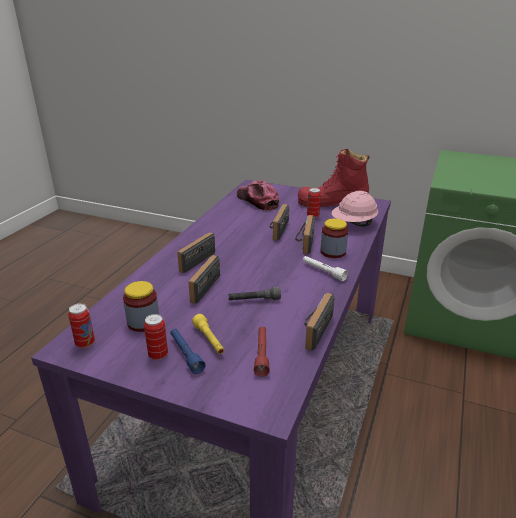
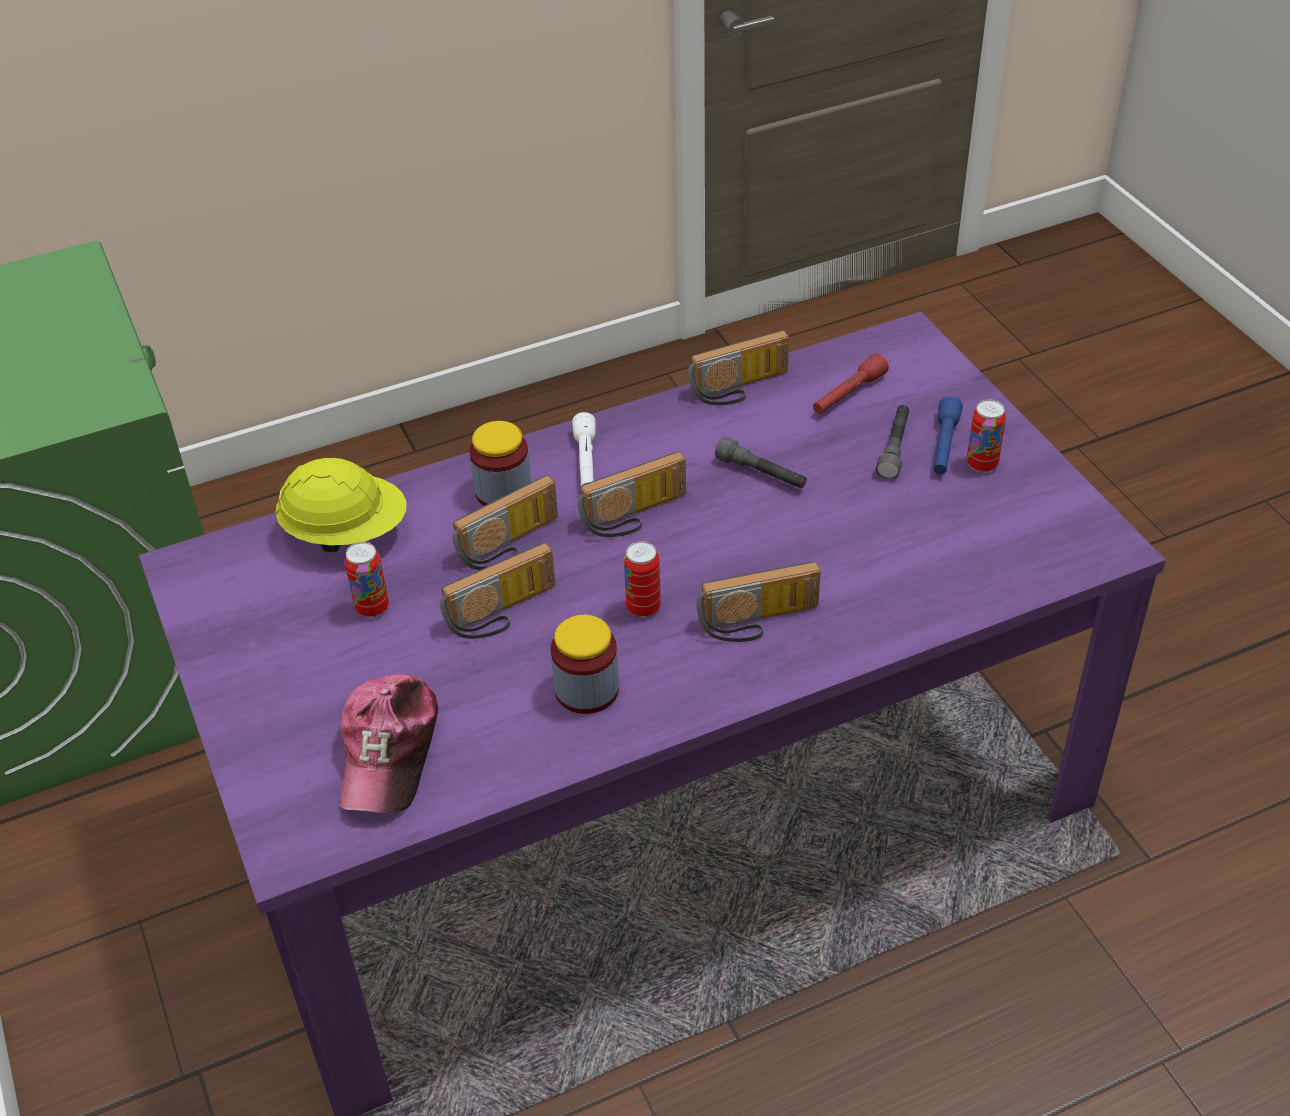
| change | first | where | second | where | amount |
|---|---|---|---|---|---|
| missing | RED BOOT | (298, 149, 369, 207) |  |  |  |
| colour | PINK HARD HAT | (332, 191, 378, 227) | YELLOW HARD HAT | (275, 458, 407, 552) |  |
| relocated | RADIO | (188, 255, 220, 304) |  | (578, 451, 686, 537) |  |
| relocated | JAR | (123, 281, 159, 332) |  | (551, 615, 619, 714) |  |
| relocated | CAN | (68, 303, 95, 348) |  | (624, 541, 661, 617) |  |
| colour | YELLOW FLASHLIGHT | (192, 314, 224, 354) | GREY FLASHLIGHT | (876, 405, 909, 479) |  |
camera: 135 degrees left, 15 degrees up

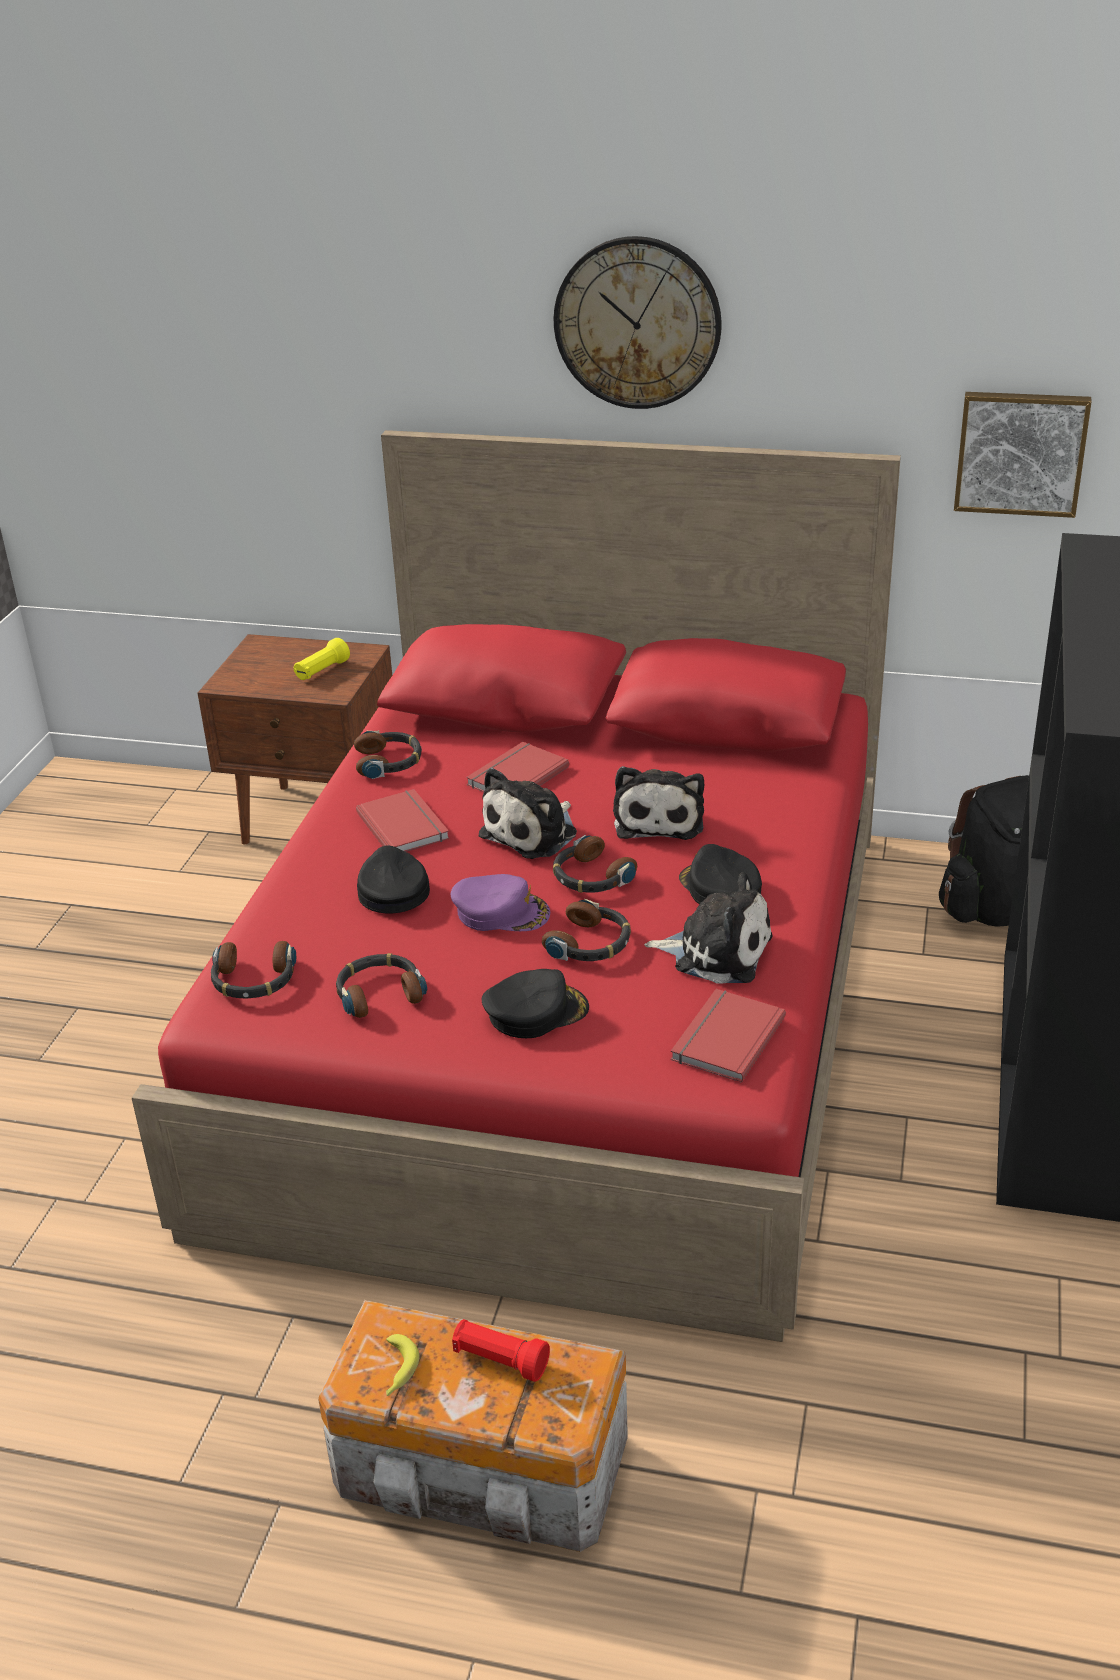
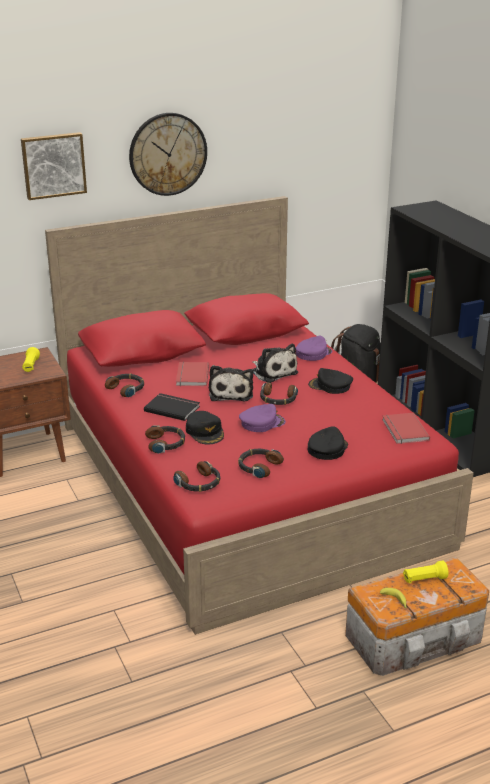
| change | first | where | second | where | amount |
|---|---|---|---|---|---|
| relocated | PICTURE | (954, 392, 1092, 518) |  | (21, 132, 87, 200) |  |
| colour | RED BOOK | (356, 789, 449, 852) | BLACK BOOK | (144, 393, 200, 421) |  |
| spun | BLACK CAP | (357, 845, 430, 913) |  | (186, 411, 224, 445) | 150 degrees counterclockwise |
| missing | PLUSH TOY | (644, 872, 773, 984) |  |  |  |
| relocated | HEADPHONES | (542, 899, 631, 961) |  | (145, 425, 185, 454) |  |
| colour | RED FLASHLIGHT | (452, 1319, 550, 1382) | YELLOW FLASHLIGHT | (403, 561, 448, 583) |  |
| appeared |  |  | PURPLE CAP | (296, 336, 333, 361) |  |
camera: 40 degrees left, 5 degrees down

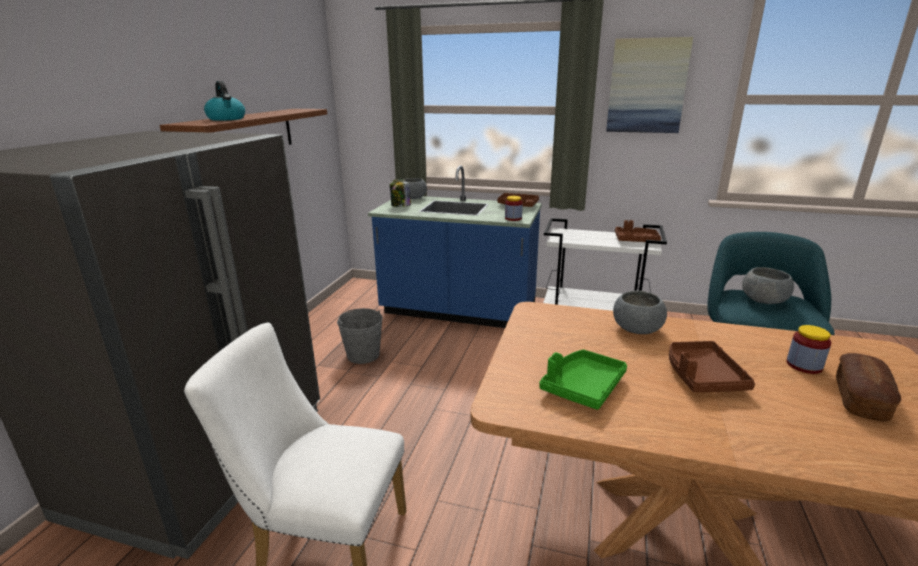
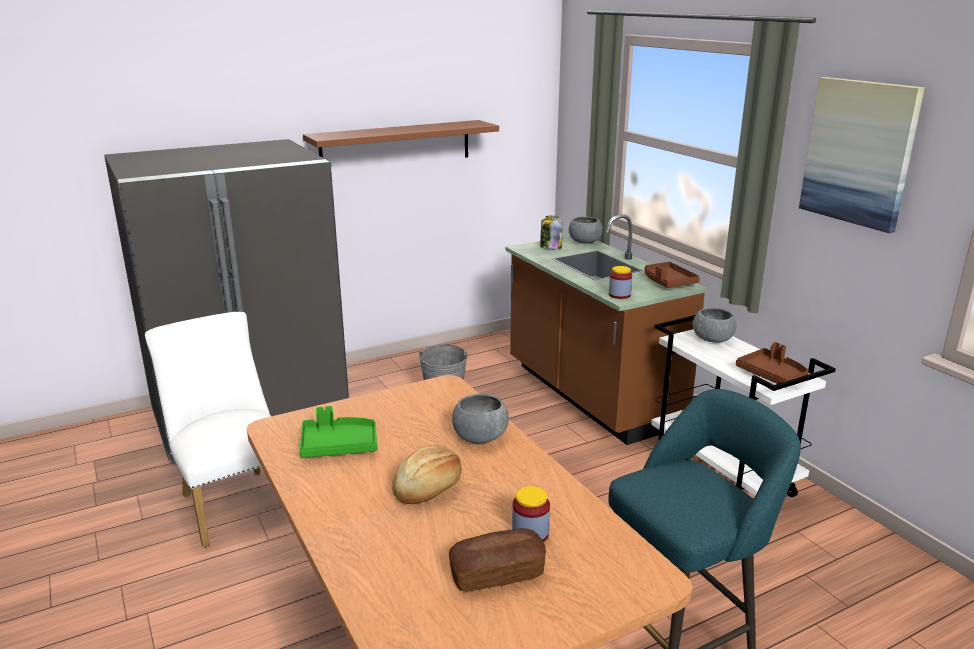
| change | first | where | second | where | amount |
|---|---|---|---|---|---|
| missing | KETTLE | (204, 81, 245, 121) |  |  |  |
| colour | BLUE COUNTER | (368, 165, 542, 328) | BROWN COUNTER | (506, 214, 707, 445) |  |
| relocated | GREY BOWL | (742, 267, 794, 304) |  | (693, 307, 737, 343) |  |
| exchanged | BROWN TRAY | (669, 341, 755, 392) | BREAD | (392, 445, 462, 504) |  |
camera: 45 degrees right, 0 degrees up

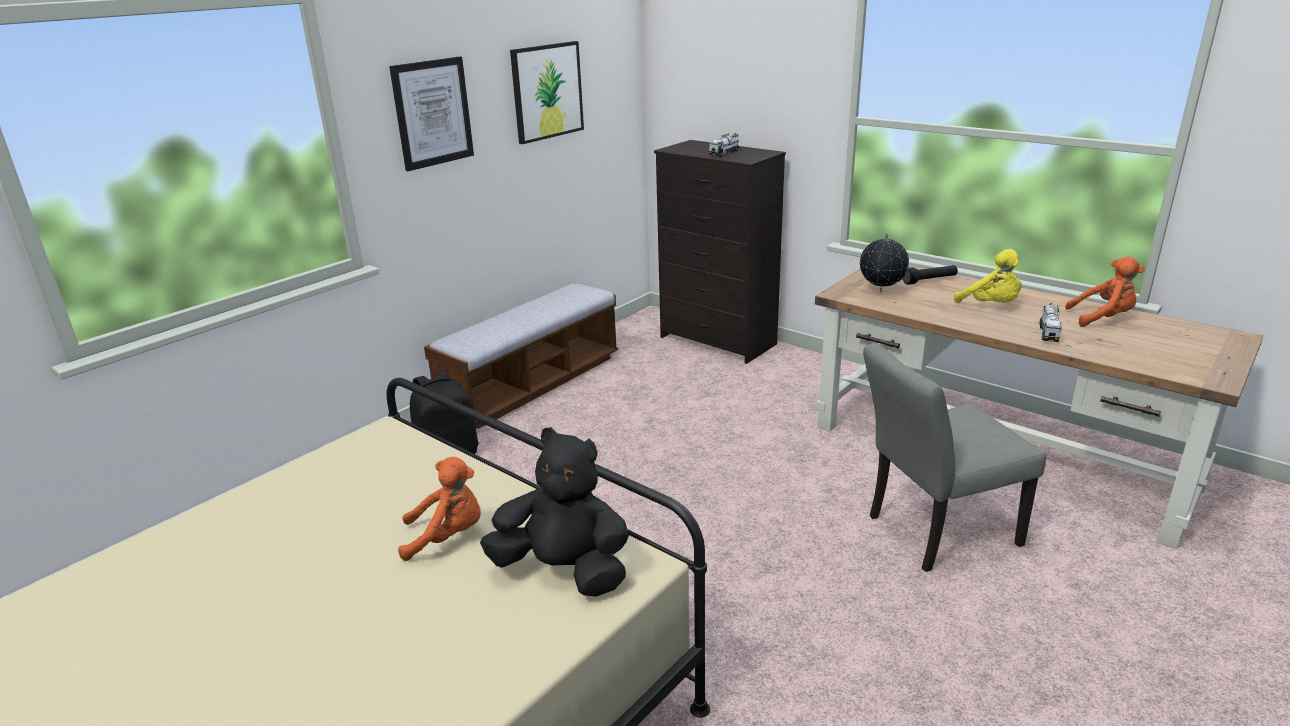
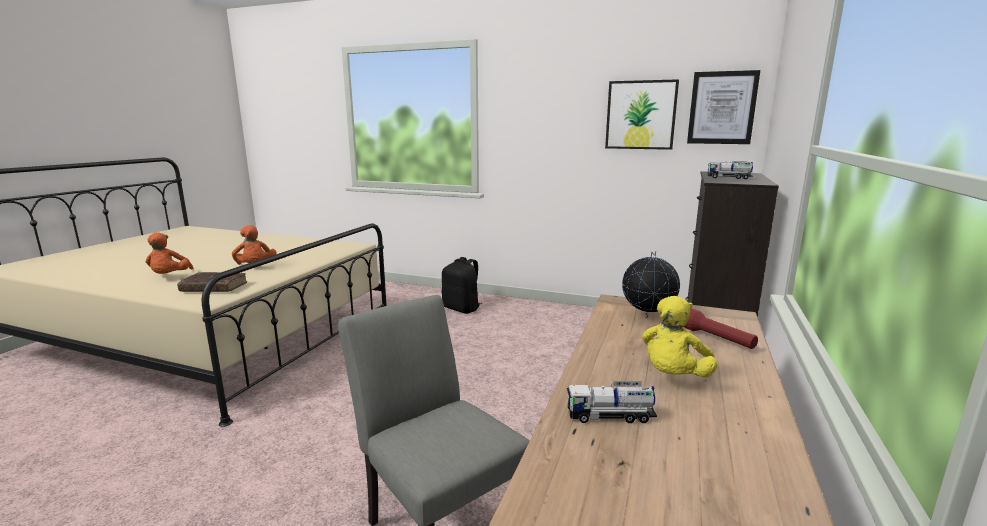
| change | first | where | second | where | amount |
|---|---|---|---|---|---|
| relocated | PICTURE | (389, 56, 474, 171) |  | (687, 70, 760, 144) |  |
| relocated | ORANGE PLUSH TOY | (1065, 257, 1144, 327) |  | (146, 232, 194, 274) |  |
| colour | BLACK FLASHLIGHT | (903, 265, 958, 285) | RED FLASHLIGHT | (684, 309, 758, 349) |  |
| missing | BENCH | (424, 283, 618, 429) |  |  |  |
| exchanged | BLACK PLUSH TOY | (480, 427, 629, 597) | BROWN BOOK | (177, 272, 247, 292) |  |
camera: 70 degrees right, 10 degrees down

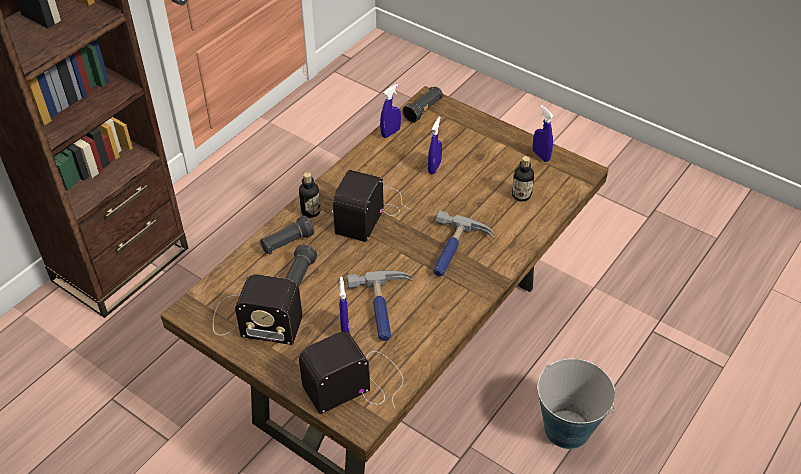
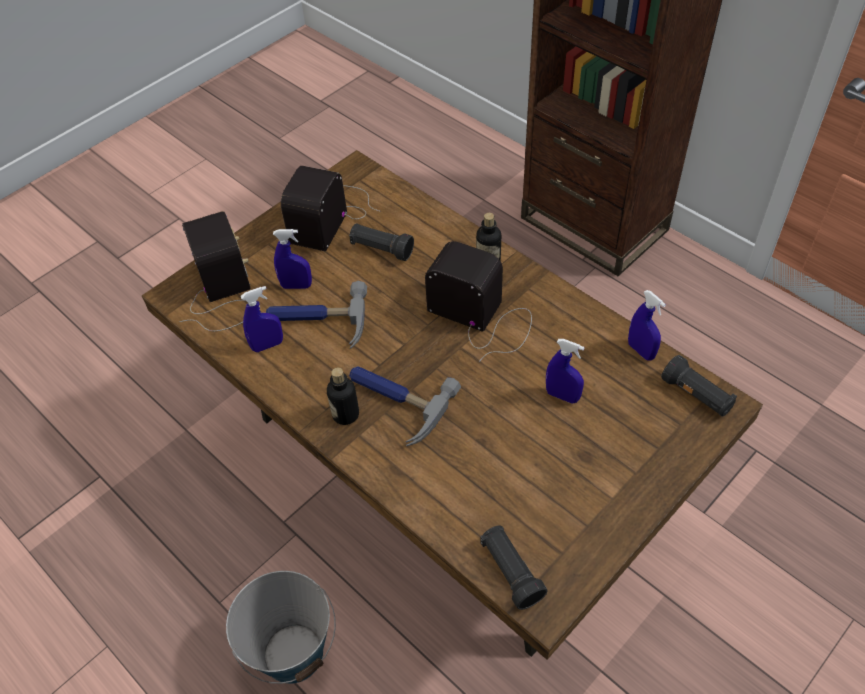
| change | first | where | second | where | amount |
|---|---|---|---|---|---|
| relocated | BLUE SPRAY BOTTLE | (533, 105, 553, 162) |  | (241, 286, 283, 352) |  |
| relocated | BOTTLE | (512, 156, 534, 202) |  | (327, 368, 359, 425) |  |
| relocated | BLACK FLASHLIGHT | (260, 215, 314, 255) |  | (481, 526, 547, 610) |  |
camera: 100 degrees right, 5 degrees up

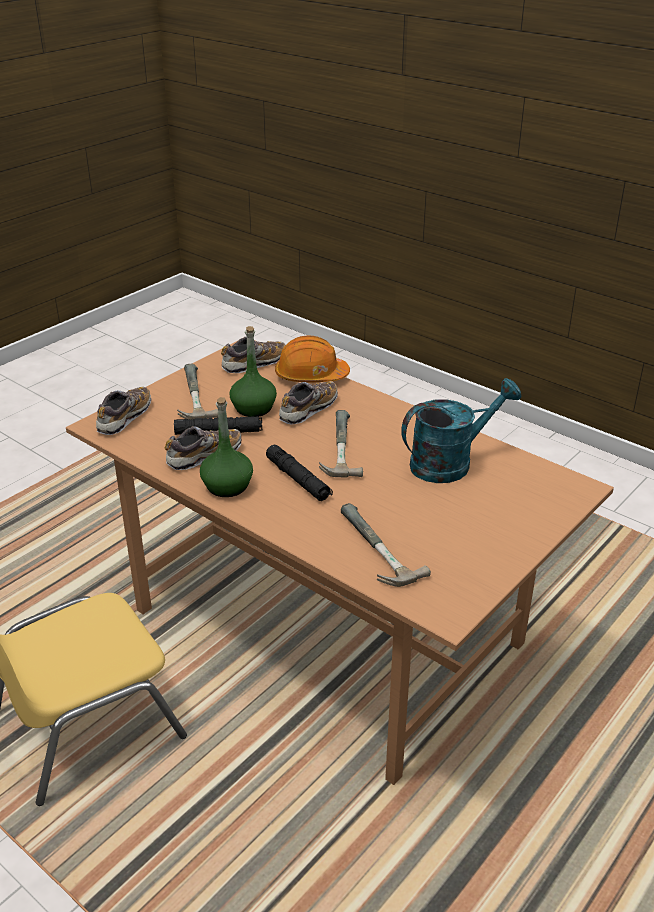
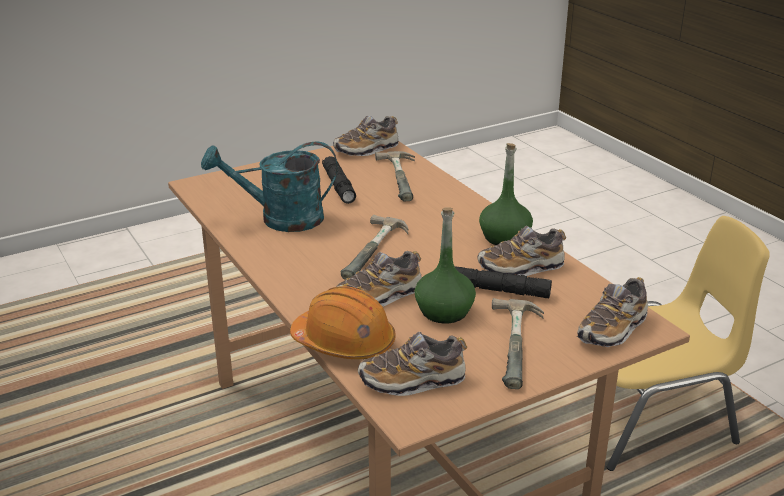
| change | first | where | second | where | amount |
|---|---|---|---|---|---|
| relocated | BLACK FLASHLIGHT | (266, 444, 333, 501) |  | (322, 156, 356, 204) |  |
| appeared |  |  | SHOE | (333, 116, 399, 156) |  |
camera: 160 degrees left, 5 degrees down

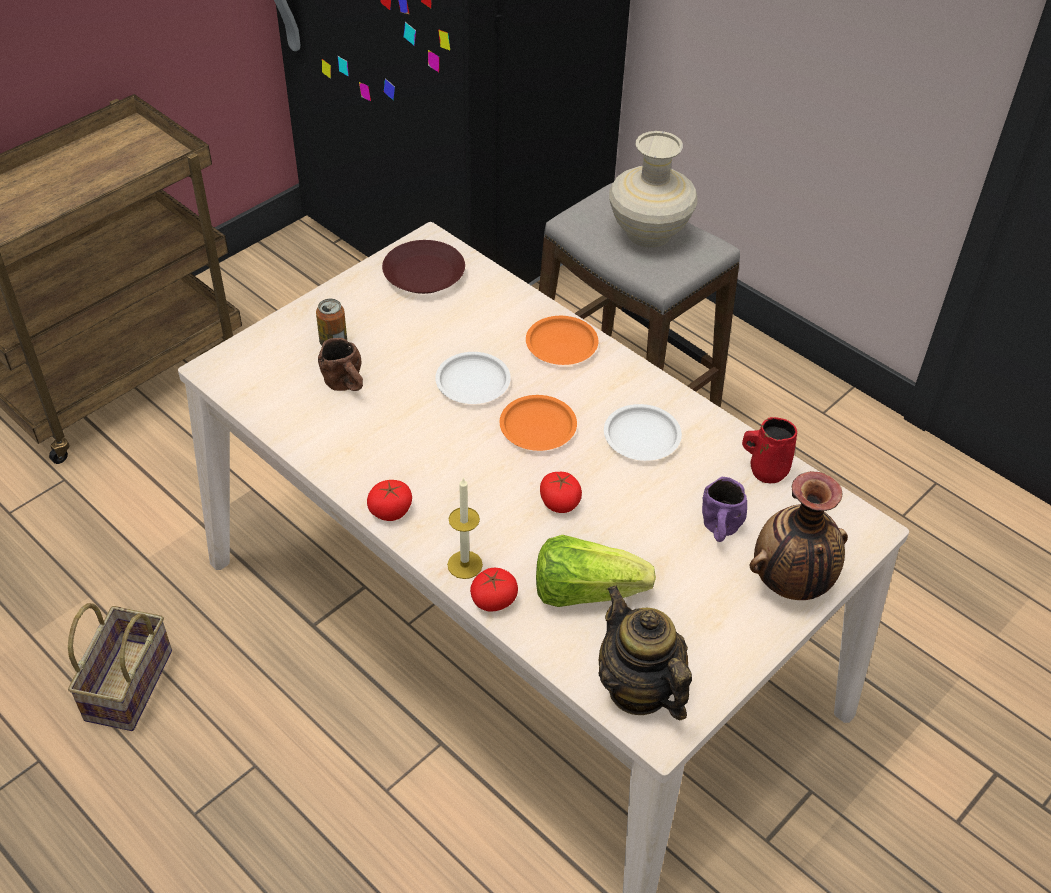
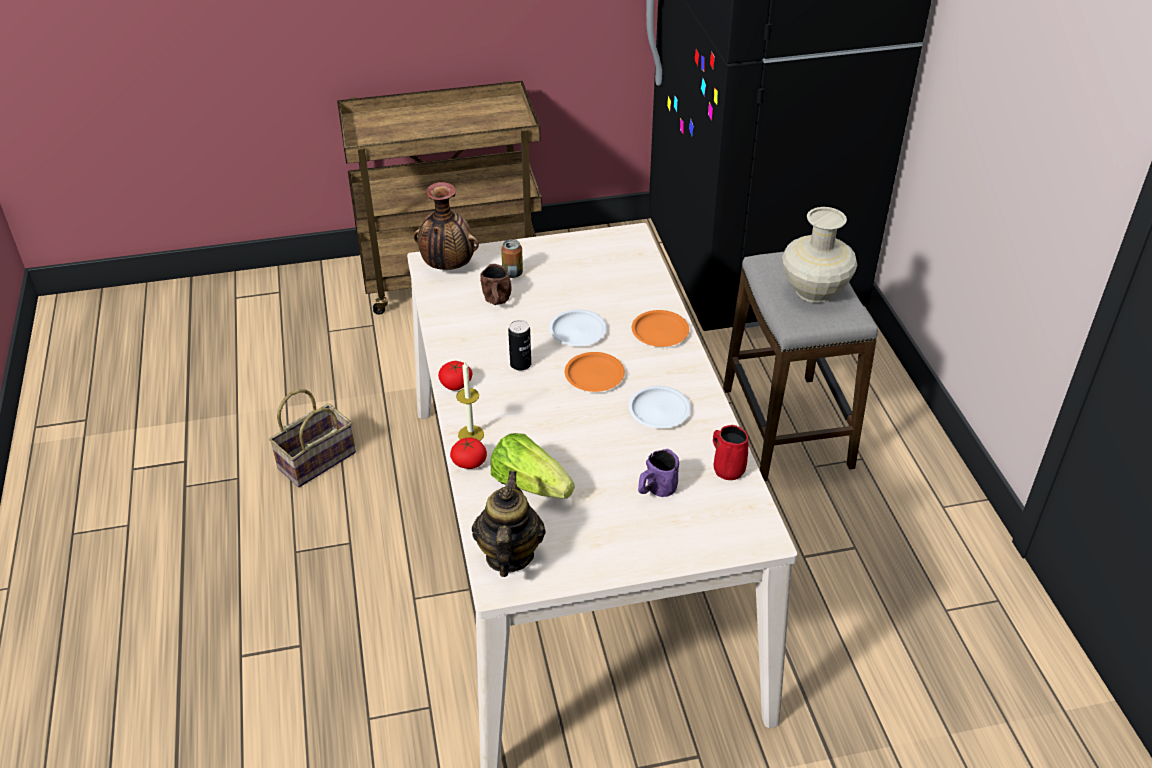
| change | first | where | second | where | amount |
|---|---|---|---|---|---|
| missing | BROWN PLATE | (382, 240, 465, 294) |  |  |  |
| relocated | VASE | (750, 471, 848, 600) |  | (414, 182, 479, 270) |  |
| missing | TOMATO | (540, 472, 582, 513) |  |  |  |
| appeared |  |  | CAN | (508, 320, 531, 371) |  |
camera: 35 degrees right, 5 degrees down

